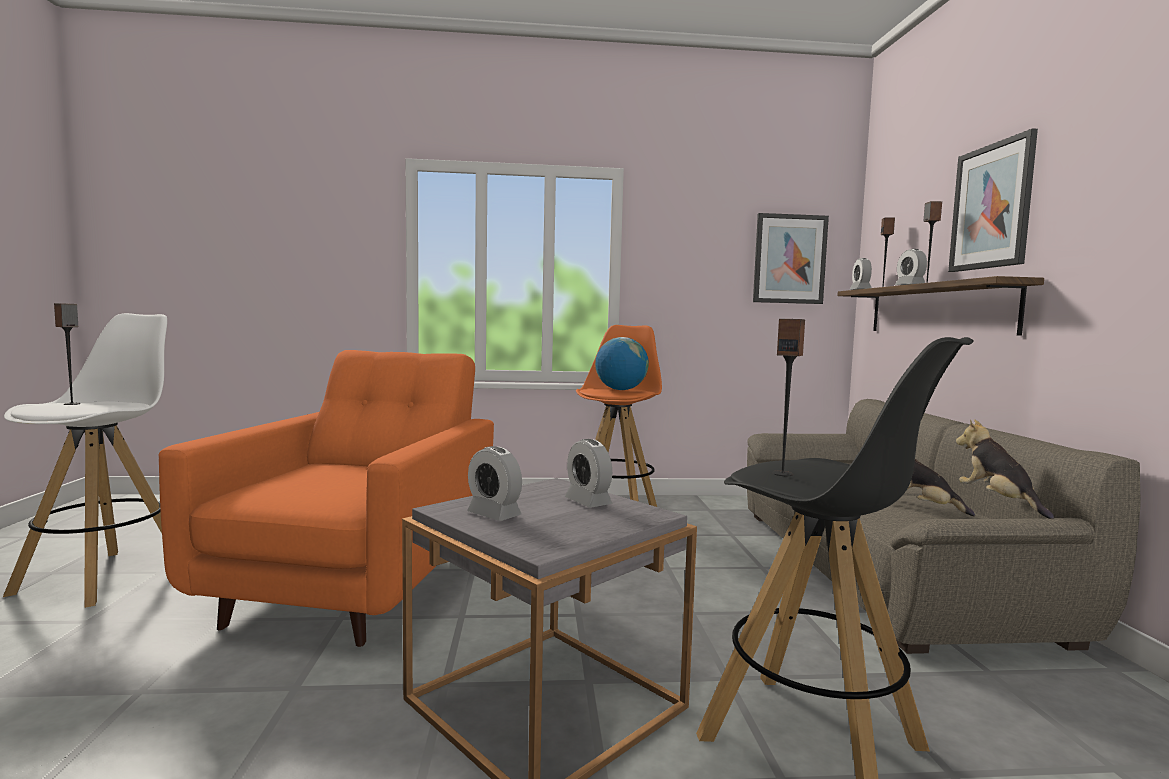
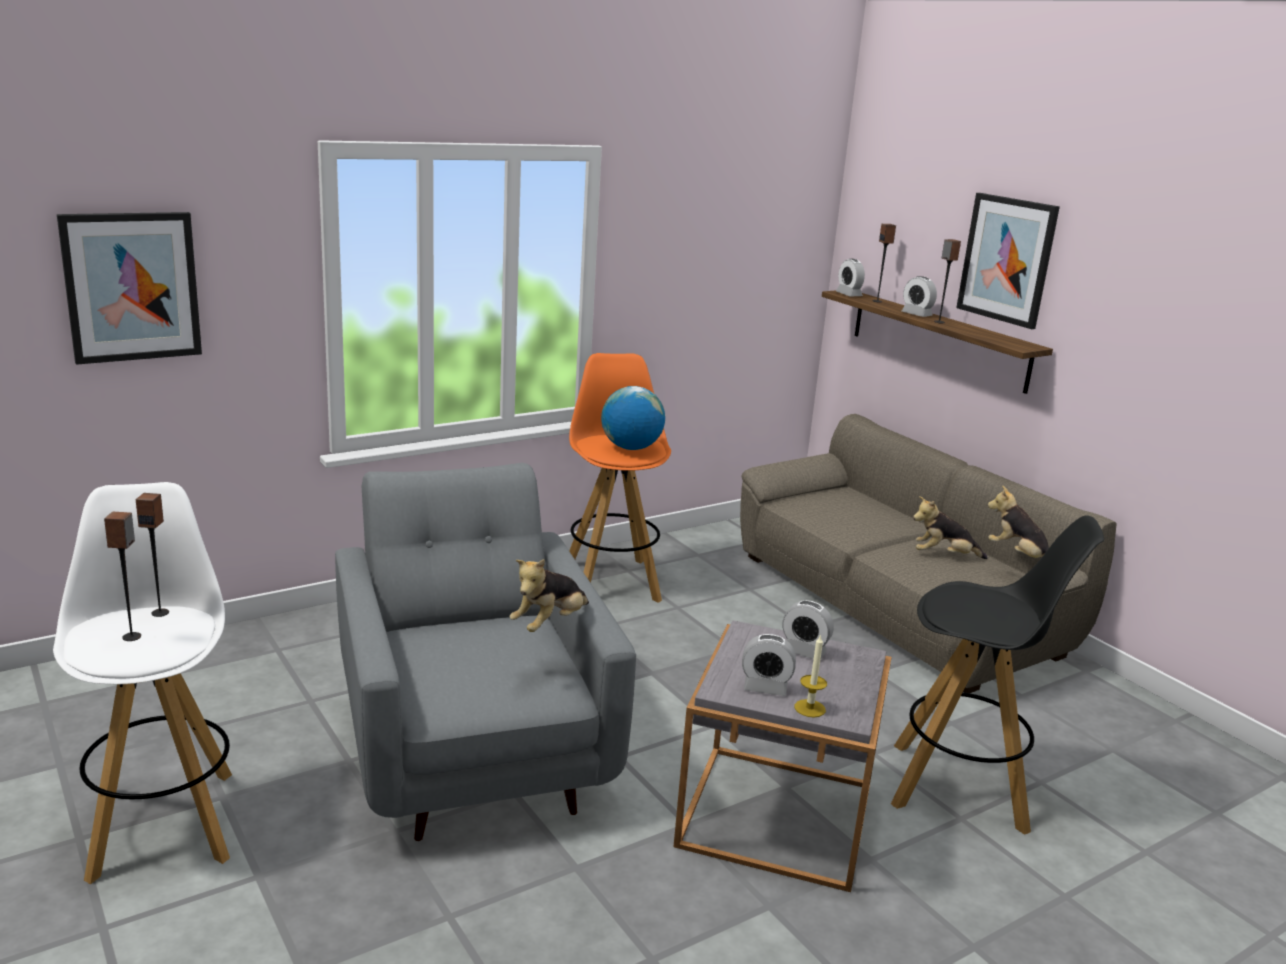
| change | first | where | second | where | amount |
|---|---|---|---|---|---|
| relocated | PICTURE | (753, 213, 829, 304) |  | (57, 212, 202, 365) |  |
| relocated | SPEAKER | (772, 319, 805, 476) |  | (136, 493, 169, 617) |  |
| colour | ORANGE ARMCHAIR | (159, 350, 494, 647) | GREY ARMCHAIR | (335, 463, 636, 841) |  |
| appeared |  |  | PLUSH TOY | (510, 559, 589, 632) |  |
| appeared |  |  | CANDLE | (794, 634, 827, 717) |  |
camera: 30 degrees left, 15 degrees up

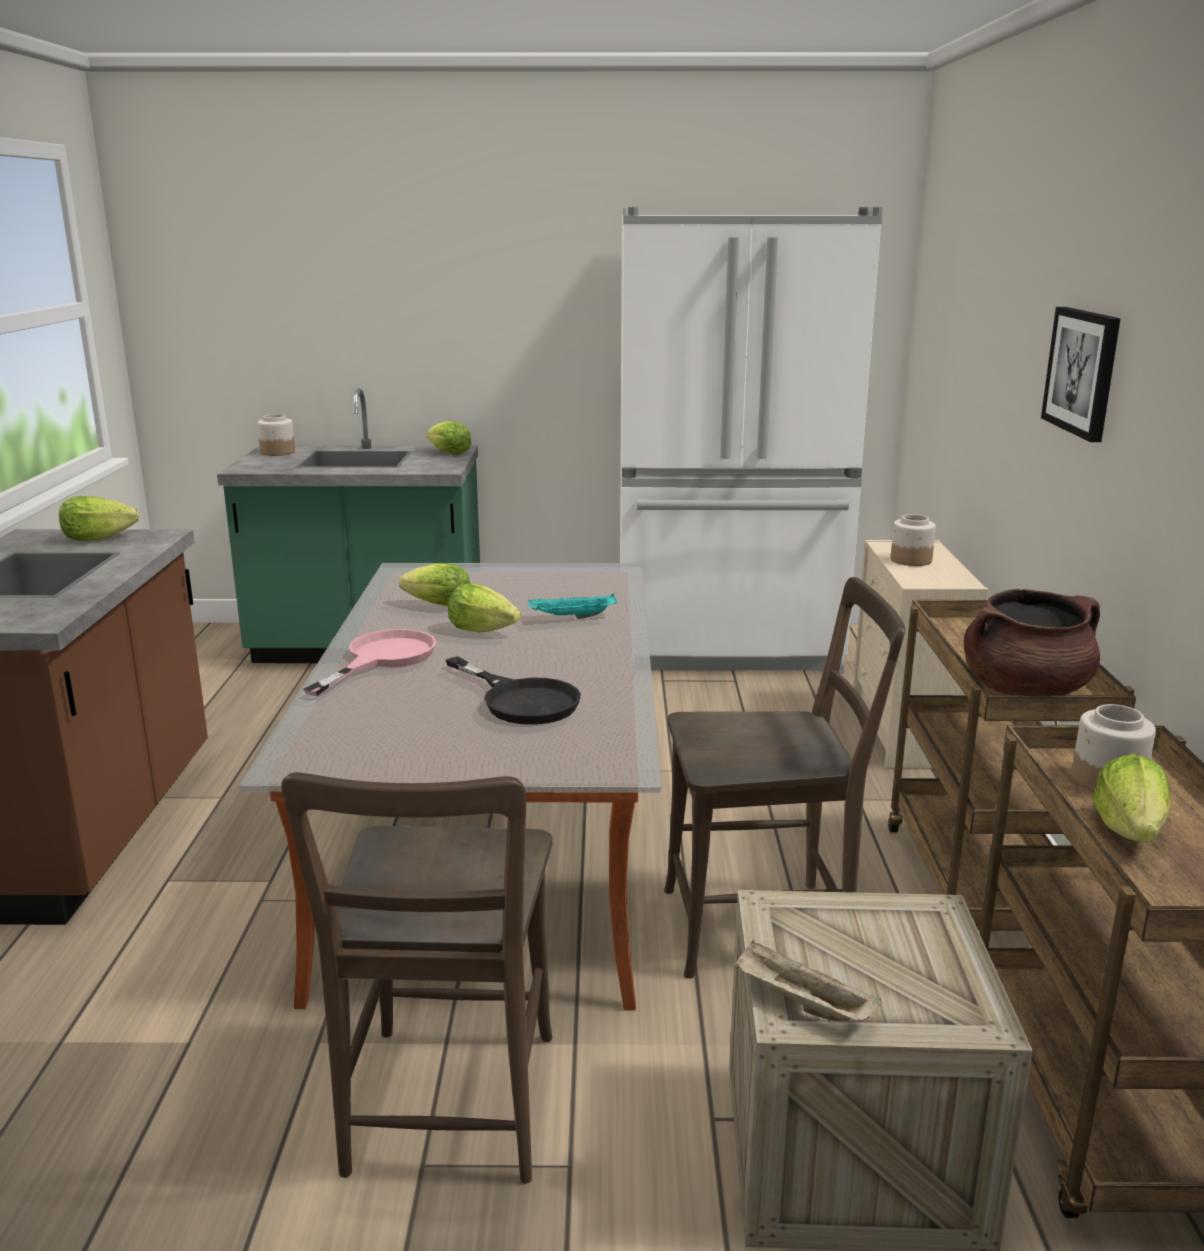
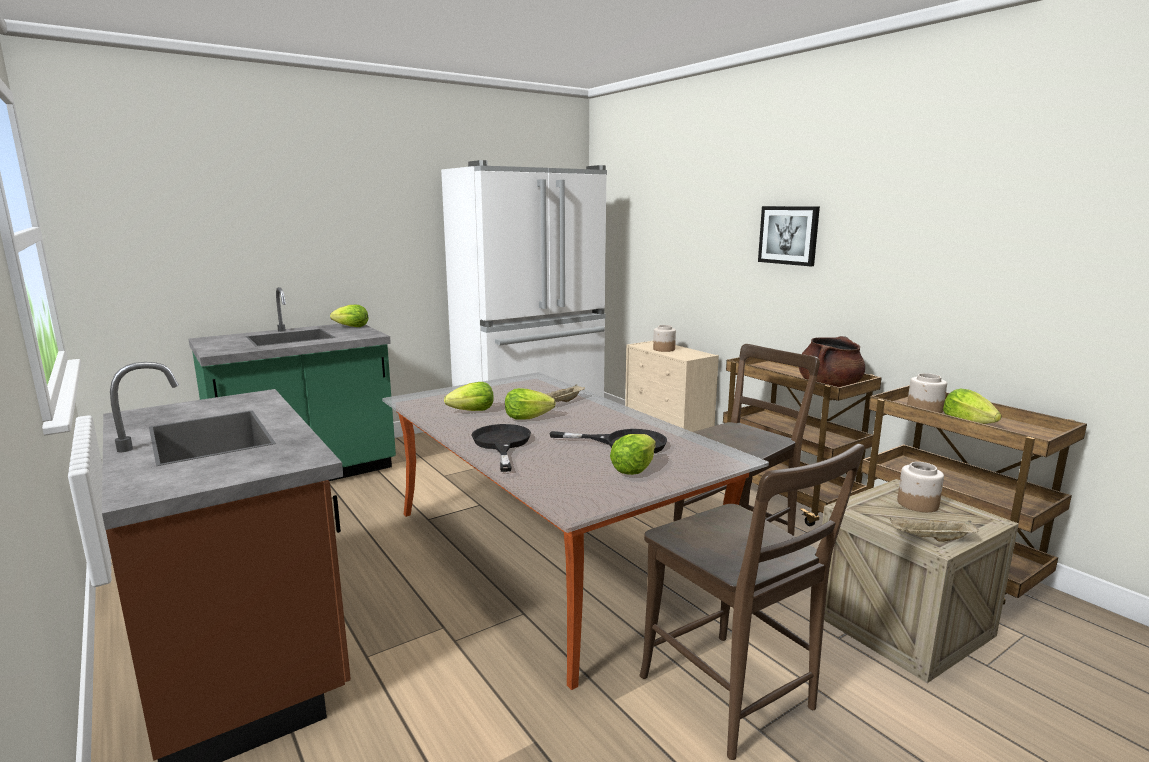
| change | first | where | second | where | amount |
|---|---|---|---|---|---|
| relocated | JAR | (257, 414, 295, 456) |  | (897, 462, 944, 512) |  |
| relocated | LETTUCE | (59, 496, 139, 541) |  | (610, 434, 656, 475) |  |
| colour | TURQUOISE TRAY | (528, 594, 617, 619) | BEIGE TRAY | (546, 384, 585, 402) |  |
| colour | PINK FRYING PAN | (303, 629, 436, 696) | BLACK FRYING PAN | (471, 424, 531, 472) |  |
camera: 35 degrees left, 5 degrees down

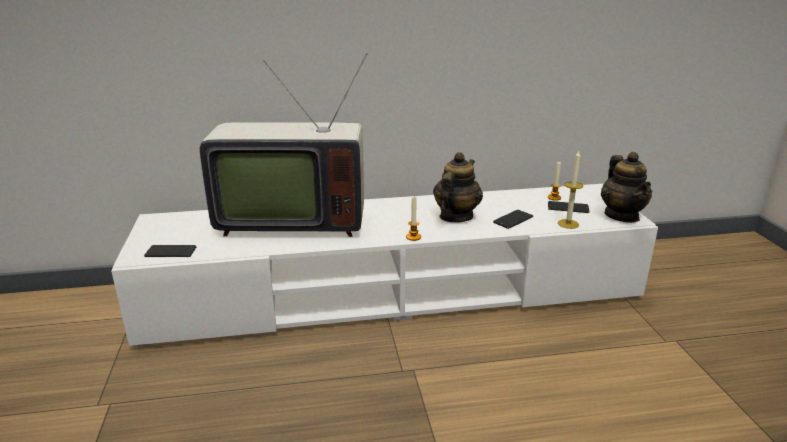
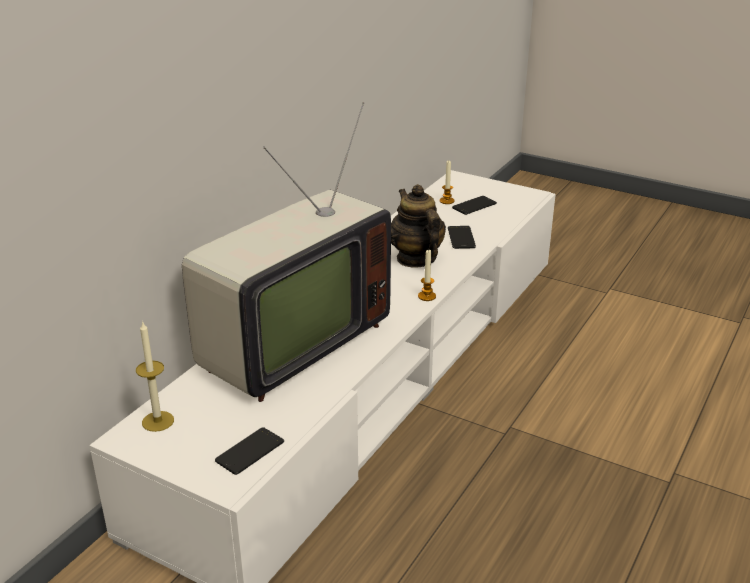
| change | first | where | second | where | amount |
|---|---|---|---|---|---|
| relocated | CANDLE | (558, 151, 583, 229) |  | (136, 321, 174, 432) |  |
| missing | TEAPOT | (601, 152, 652, 223) |  |  |  |
camera: 50 degrees left, 5 degrees up

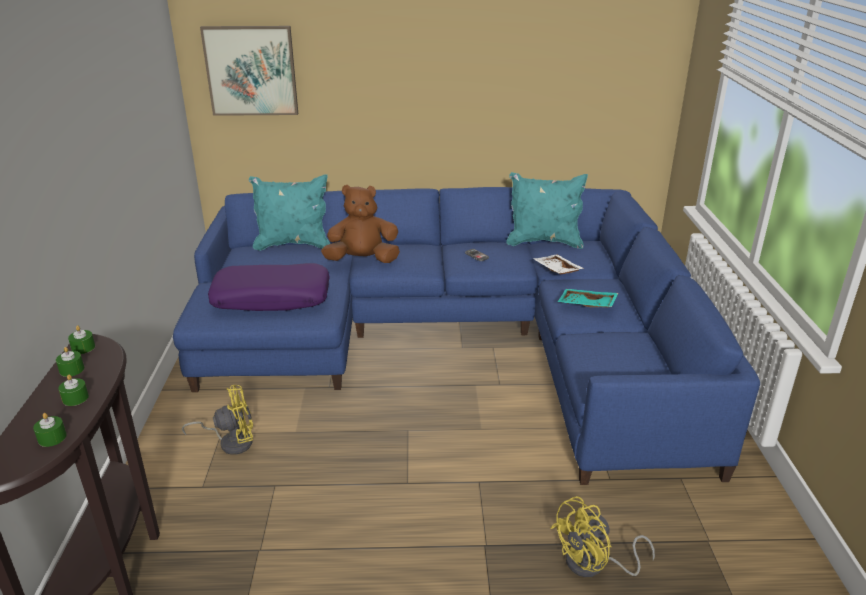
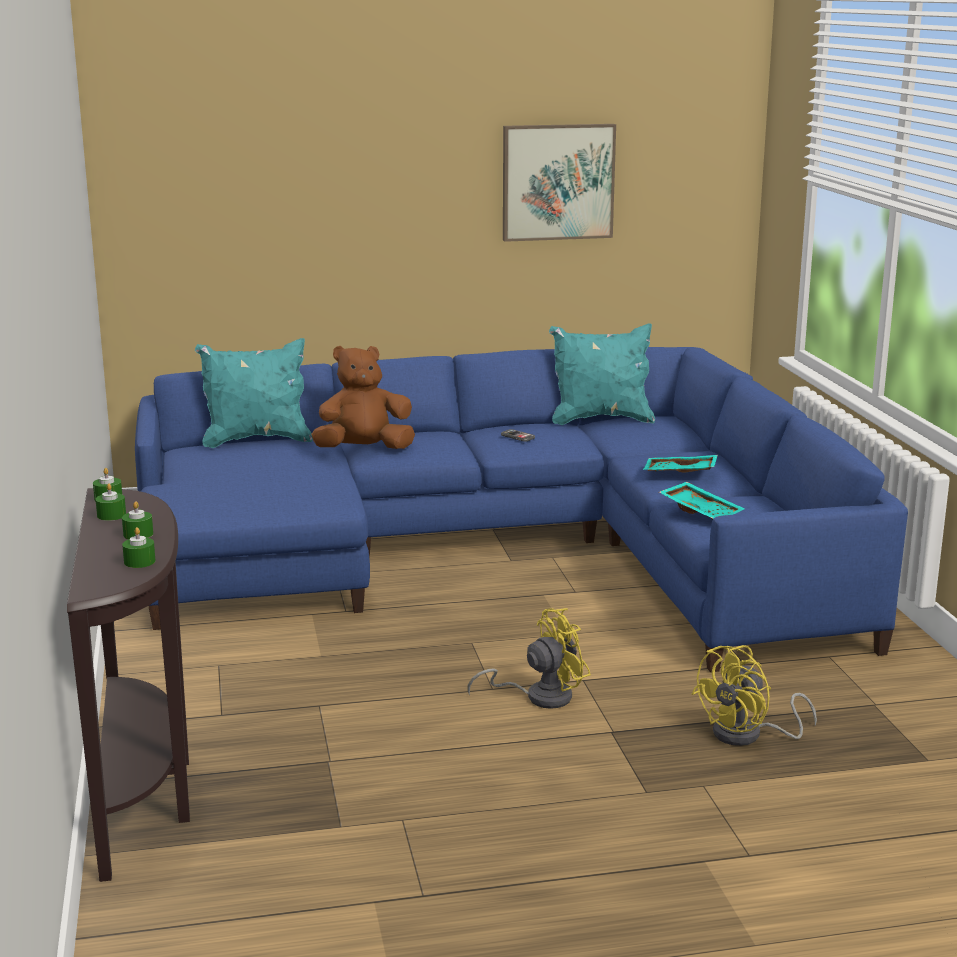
| change | first | where | second | where | amount |
|---|---|---|---|---|---|
| relocated | PICTURE | (200, 26, 298, 116) |  | (503, 124, 616, 242) |  |
| missing | WHITE TRAY | (533, 255, 584, 274) |  |  |  |
| missing | PURPLE PILLOW | (208, 263, 330, 311) |  |  |  |
| relocated | YELLOW FAN | (182, 385, 253, 455) |  | (467, 608, 591, 709) |  |
| appeared |  |  | TURQUOISE TRAY | (659, 482, 745, 519) |  |
camera: 10 degrees left, 10 degrees down

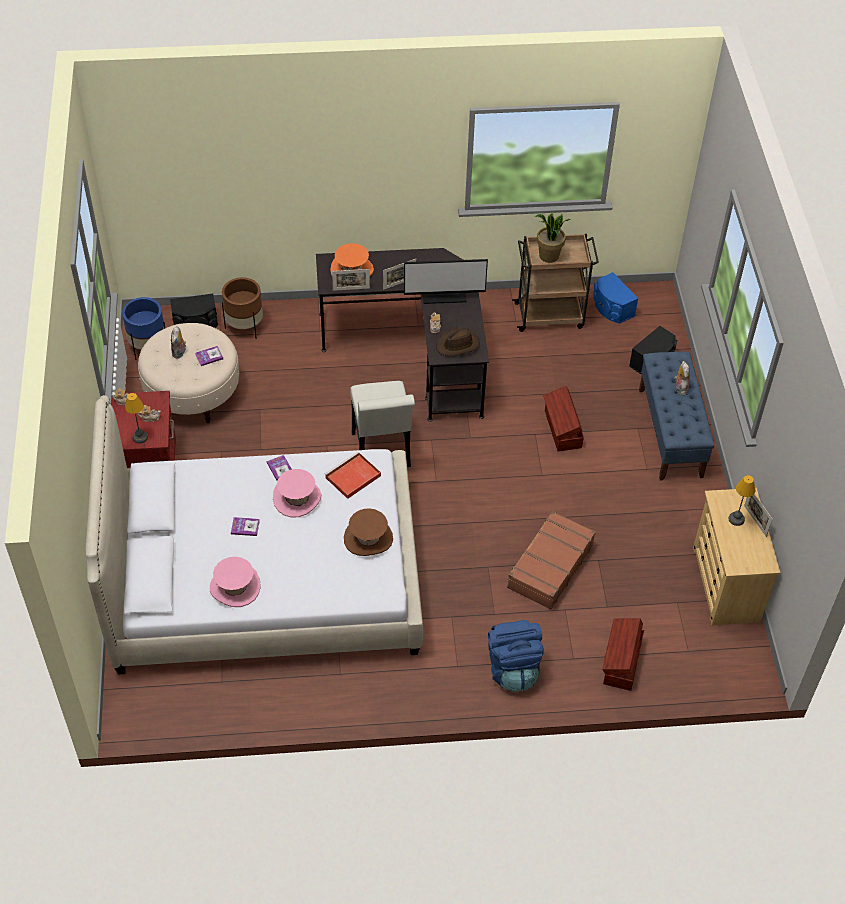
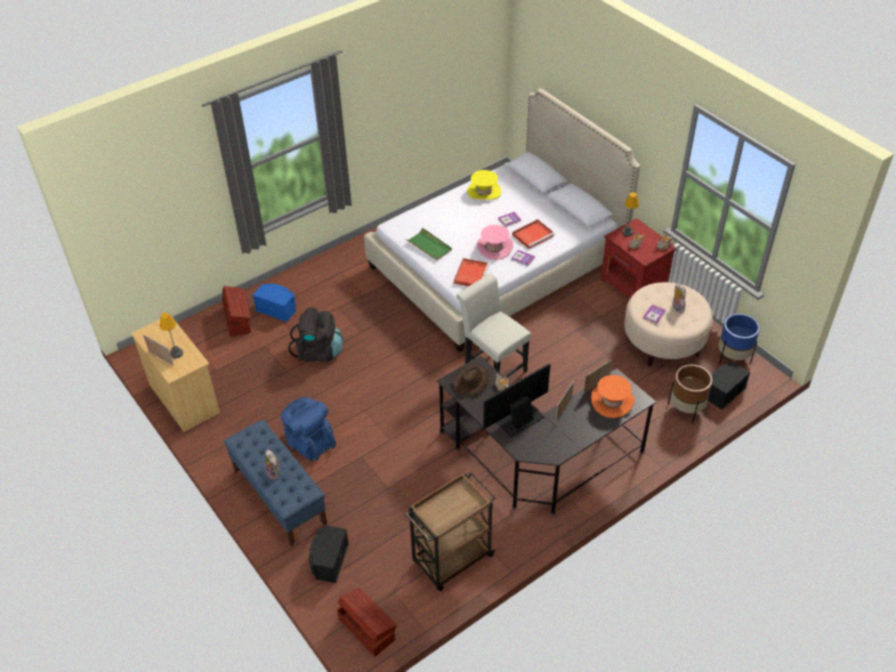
| change | first | where | second | where | amount |
|---|---|---|---|---|---|
| missing | POTTED PLANT | (535, 213, 571, 263) |  |  |  |
| relocated | BLUE SPEAKER | (593, 272, 638, 324) |  | (253, 284, 296, 322) |  |
| relocated | BROWN STORAGE BOX | (543, 386, 584, 451) |  | (337, 587, 397, 657) |  |
| exchanged | BROWN HAT | (344, 508, 393, 556) | GREEN TRAY | (407, 228, 452, 261) |  |
| exchanged | BROWN SUITCASE | (507, 511, 596, 610) | BLACK BACKPACK | (288, 307, 344, 362) |  |
| colour | PINK HAT | (210, 557, 261, 607) | YELLOW HAT | (467, 170, 501, 200) |  |
| relocated | BLUE BACKPACK | (488, 620, 544, 692) |  | (281, 397, 336, 461) |  |
| appeared |  |  | RED TRAY | (512, 219, 555, 249) |  |
camera: 150 degrees right, 5 degrees down

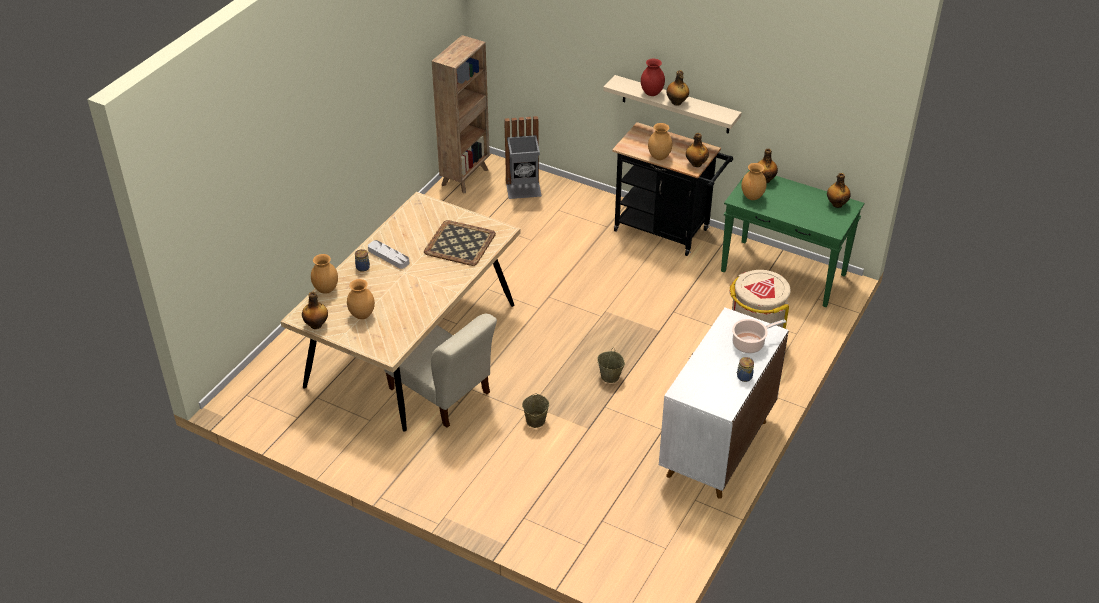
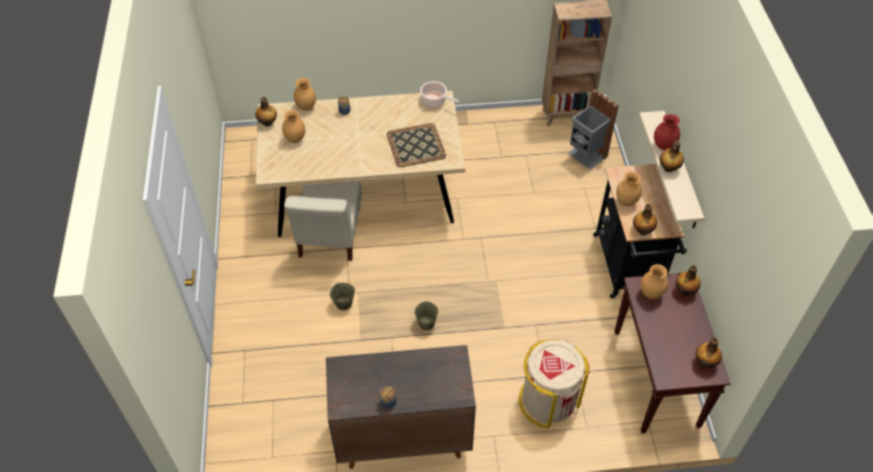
| change | first | where | second | where | amount |
|---|---|---|---|---|---|
| colour | GREEN CONSOLE TABLE | (721, 170, 864, 307) | BROWN CONSOLE TABLE | (614, 273, 731, 434) |  |
| missing | GREY TRAY | (368, 240, 409, 269) |  |  |  |
| colour | WHITE CABINET | (659, 308, 789, 499) | BROWN CABINET | (326, 345, 476, 469) |  |
| relocated | COOKING POT | (732, 319, 786, 353) |  | (420, 81, 459, 108) |  |
camera: 55 degrees right, 10 degrees up

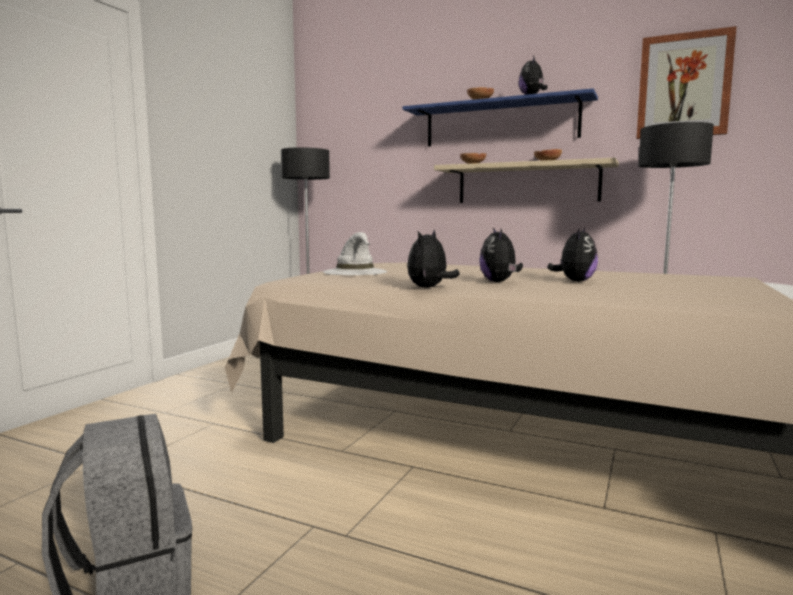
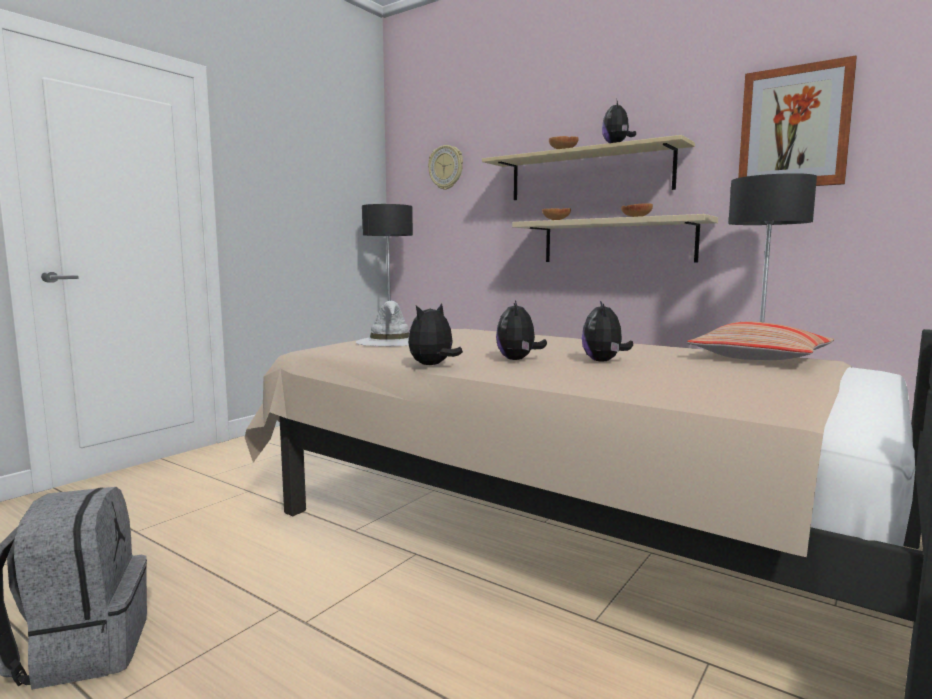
| change | first | where | second | where | amount |
|---|---|---|---|---|---|
| colour | BLUE SHELF | (402, 88, 598, 147) | BEIGE SHELF | (482, 135, 695, 200) |  |
| spun | PLUSH TOY | (547, 228, 598, 282) |  | (582, 301, 633, 362) | 150 degrees clockwise |
| appeared |  |  | WALL CLOCK | (428, 145, 463, 190) |  |
| appeared |  |  | PILLOW | (687, 322, 835, 360) |  |
camera: 10 degrees right, 0 degrees up

